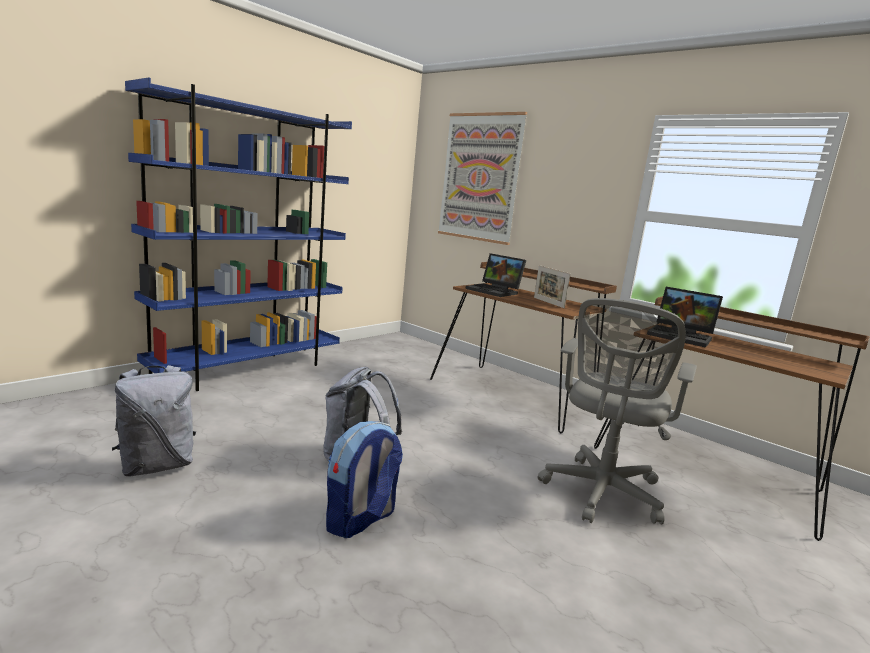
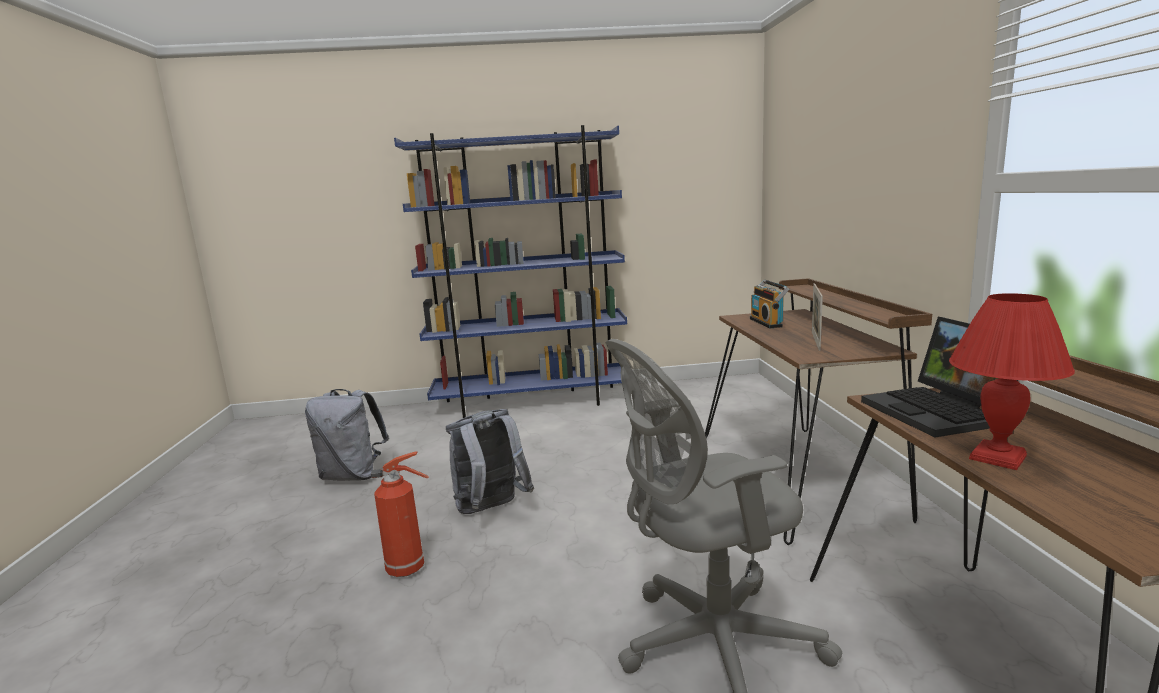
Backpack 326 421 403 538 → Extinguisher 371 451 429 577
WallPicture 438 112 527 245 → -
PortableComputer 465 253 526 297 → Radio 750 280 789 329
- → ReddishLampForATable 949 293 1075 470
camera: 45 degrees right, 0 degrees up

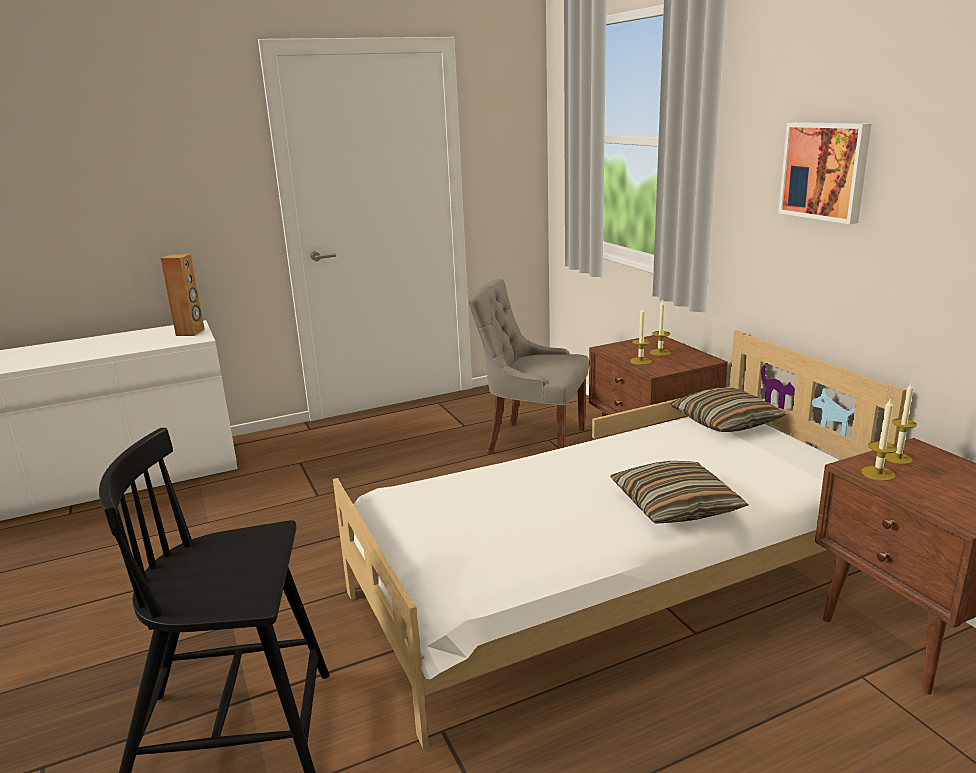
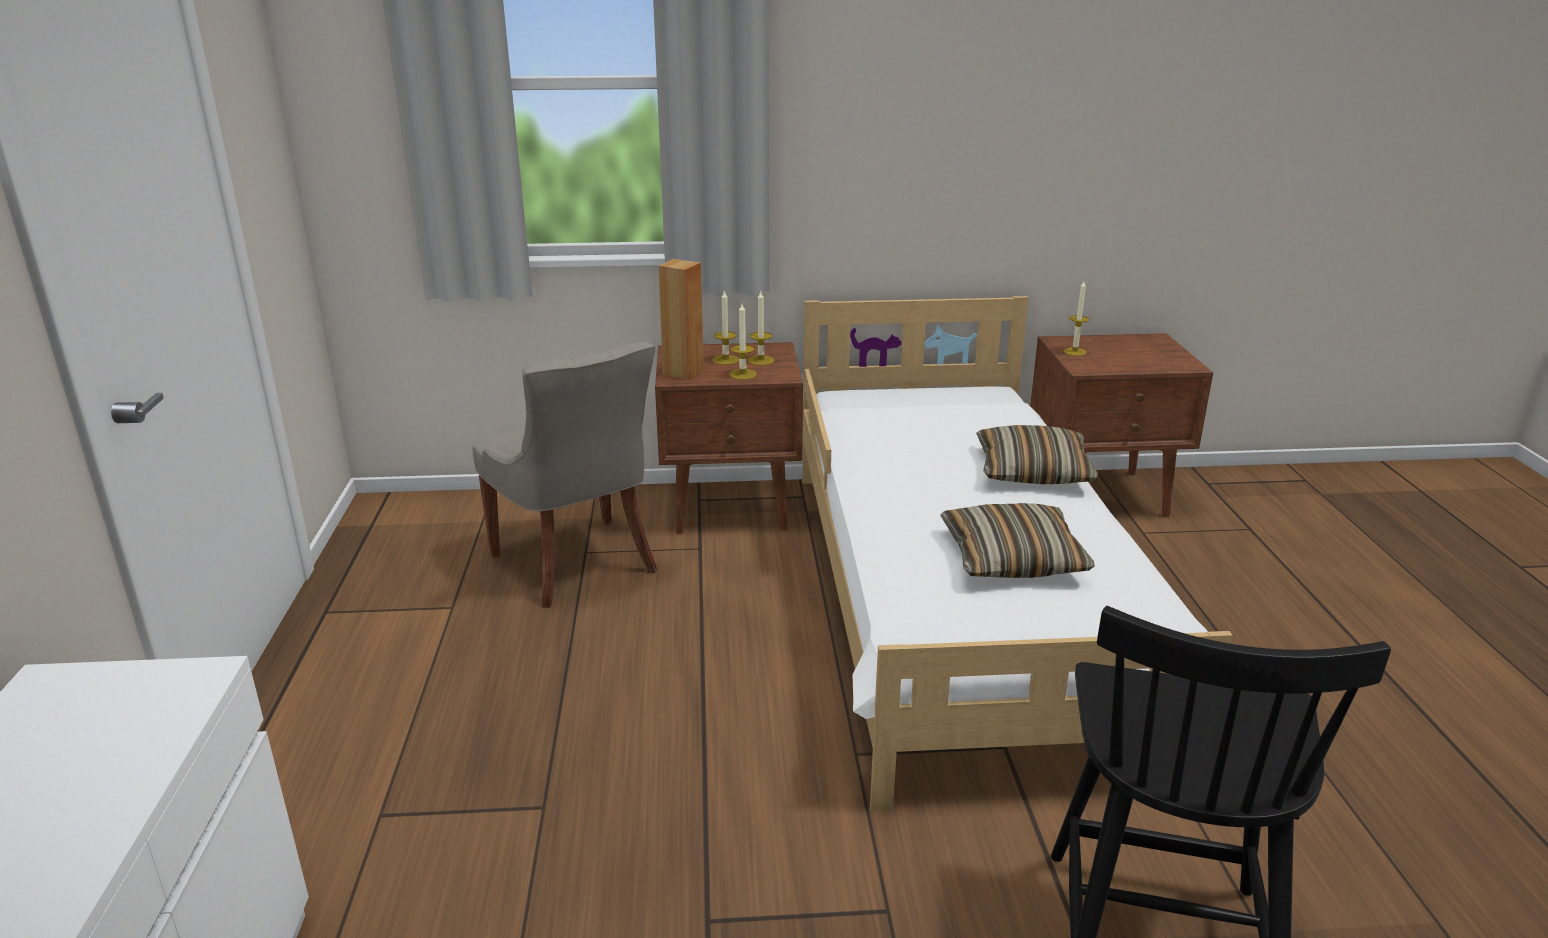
BrownAudioSpeaker 161 254 205 336 → BrownAudioSpeaker 659 259 704 380, shifted
GreyChair 468 279 589 454 → GreyChair 472 342 657 608, 75 degrees counterclockwise
Cushion 670 388 787 432 → Cushion 940 503 1095 578, shifted
WallPicture 778 122 871 224 → -
WaxCandle 862 397 897 481 → WaxCandle 748 292 774 365, shifted
camera: 70 degrees left, 5 degrees up

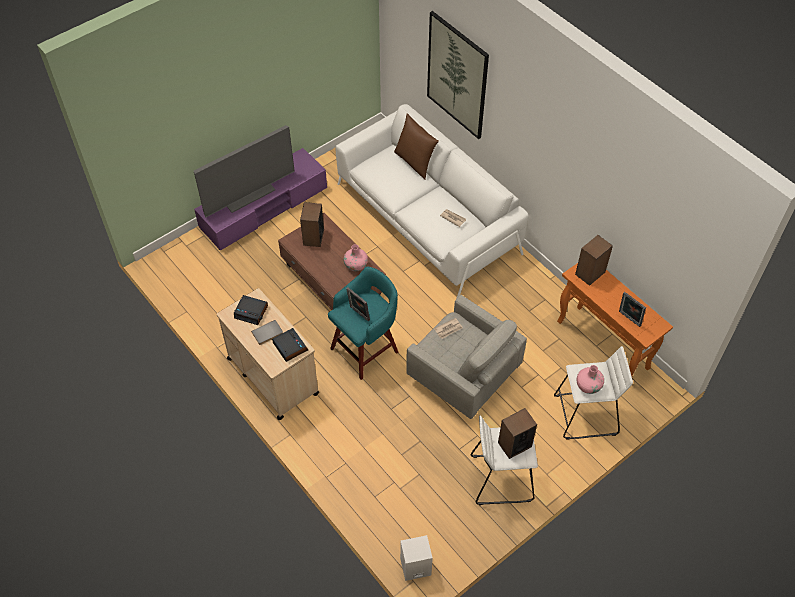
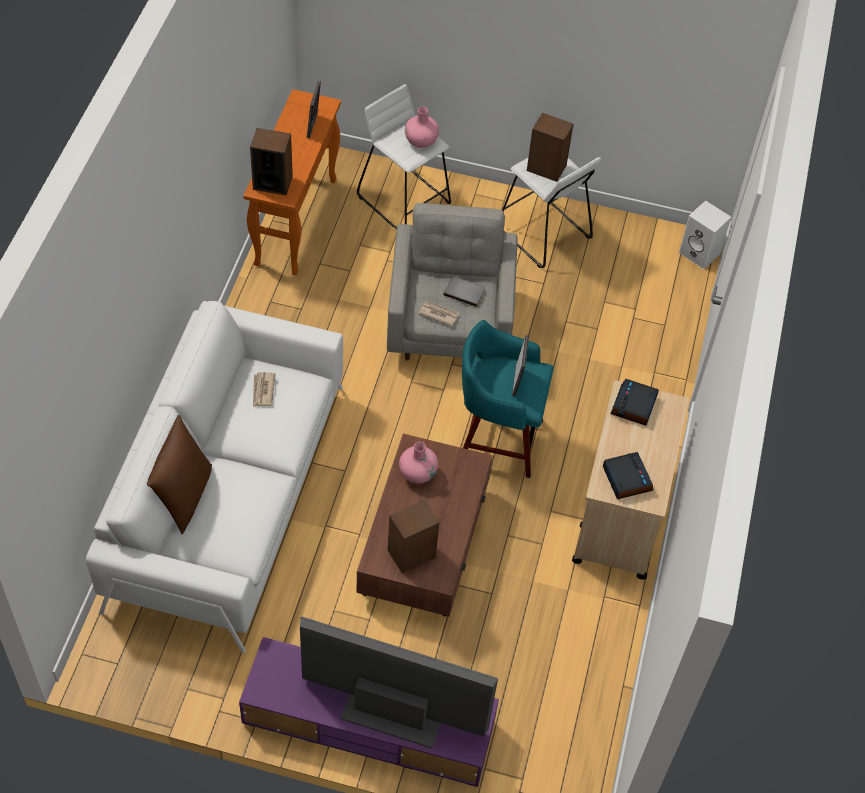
GreyBook 251 320 283 345 → GreyBook 443 276 486 307, shifted
WallPicture 427 11 489 139 → -
camera: 130 degrees left, 0 degrees up

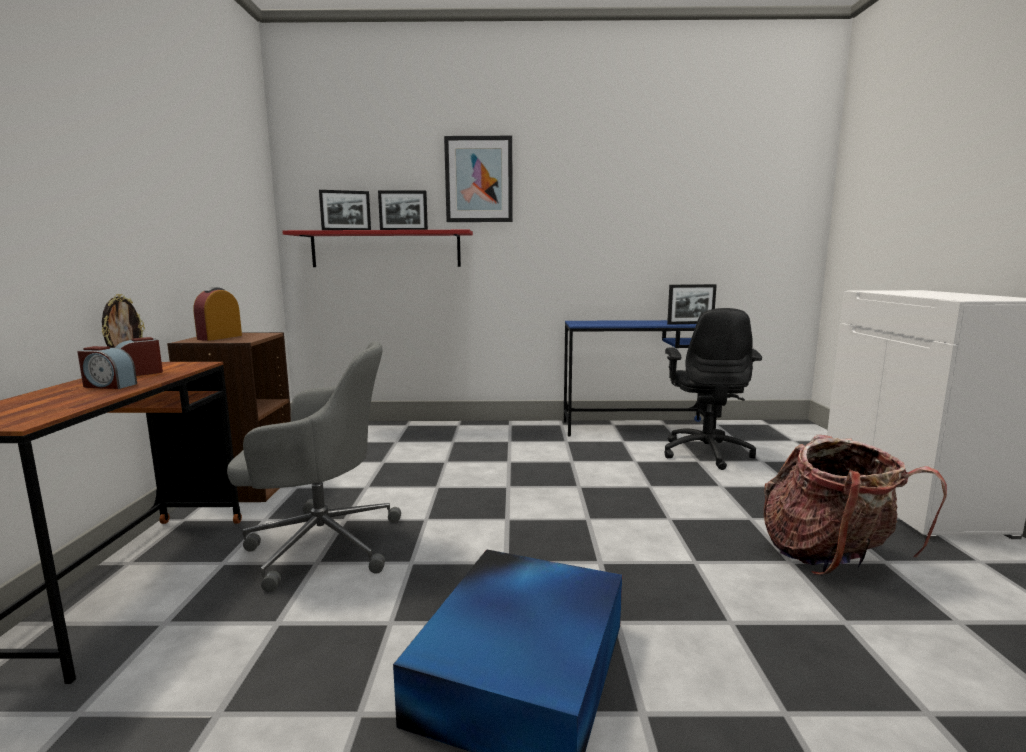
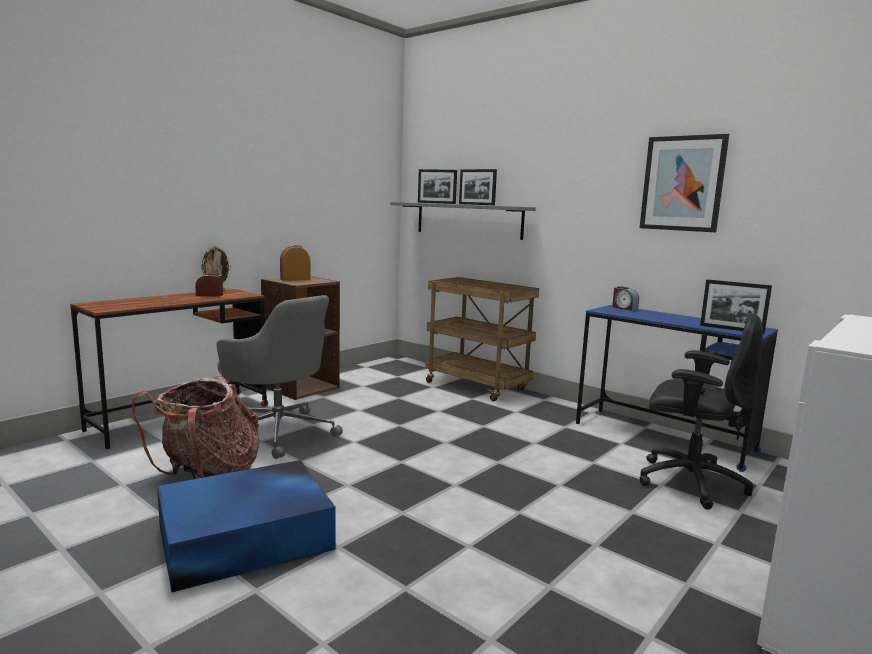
BedsideClock 77 346 137 389 → BedsideClock 612 286 639 311, shifted
ReddishShelf 282 230 473 267 → GreyShelf 390 202 536 240
WallPicture 444 136 513 222 → WallPicture 640 134 729 232, shifted
BlackColouredOfficeChair 664 308 762 470 → BlackColouredOfficeChair 640 314 763 510, 105 degrees counterclockwise
Backpack 764 435 947 576 → Backpack 132 376 259 479, shifted
- → BrownTrolley 425 277 539 401
camera: 40 degrees right, 0 degrees up

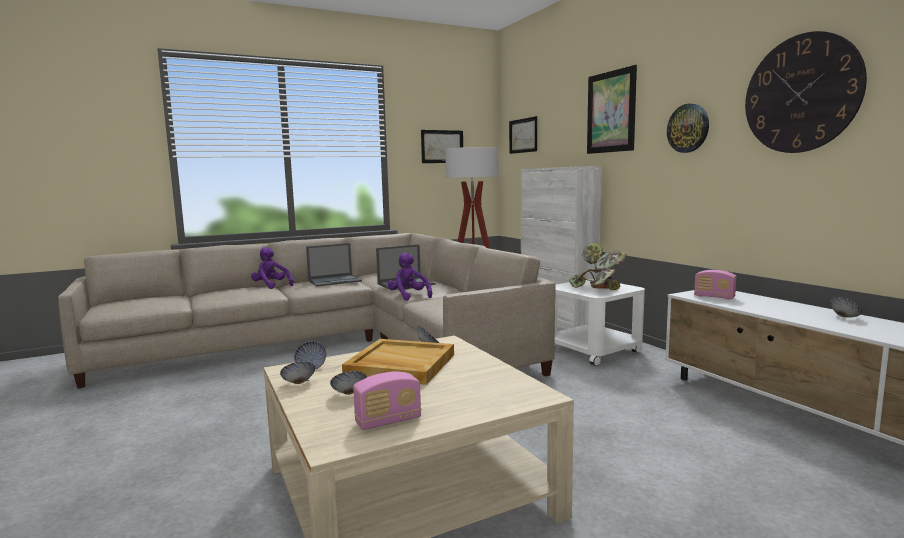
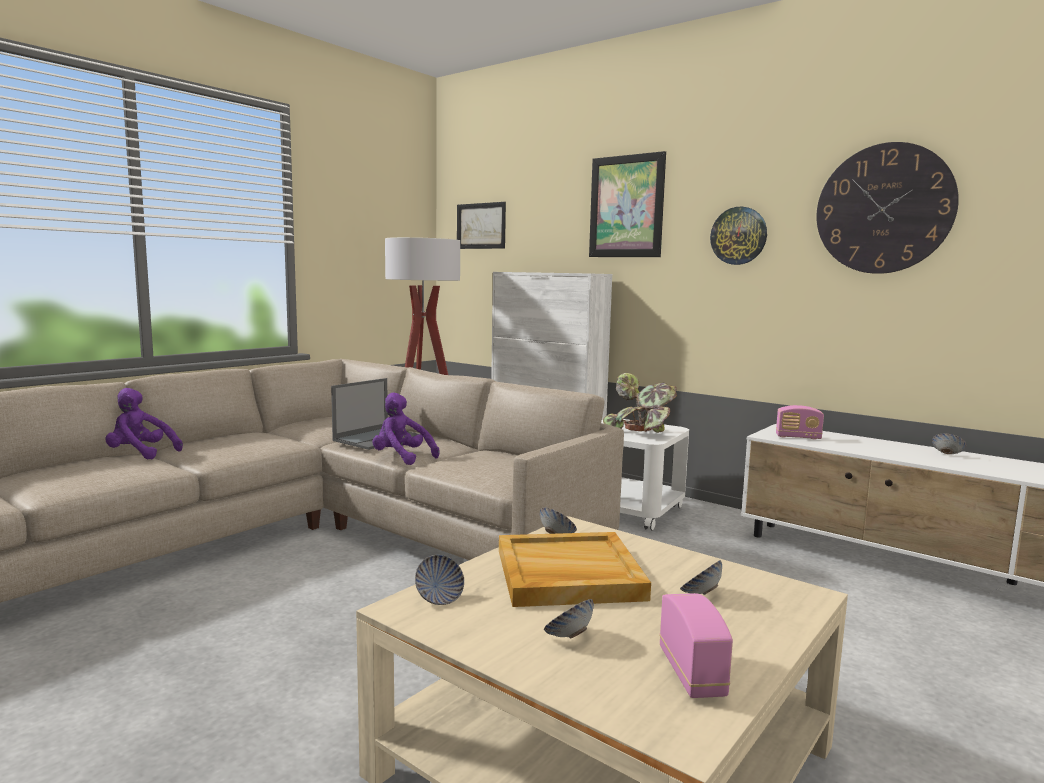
ServingBowl 280 361 315 384 → ServingBowl 680 560 722 595, shifted
PortableComputer 306 243 362 287 → -
Radio 353 372 421 430 → Radio 659 593 733 698, 45 degrees counterclockwise
WallPicture 421 130 463 163 → -
camera: 25 degrees left, 0 degrees up

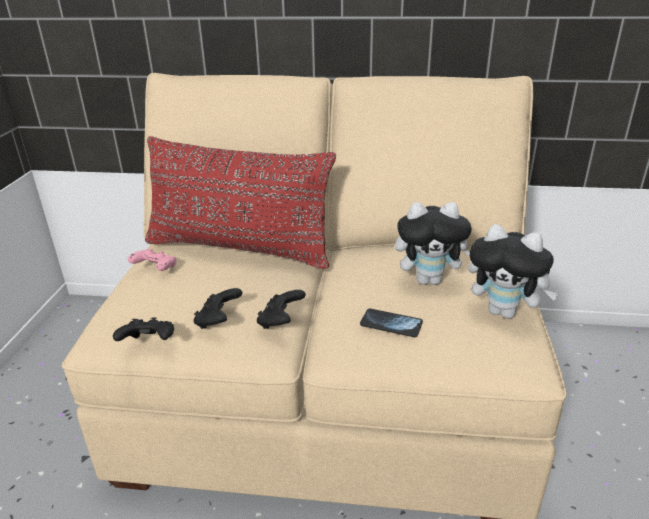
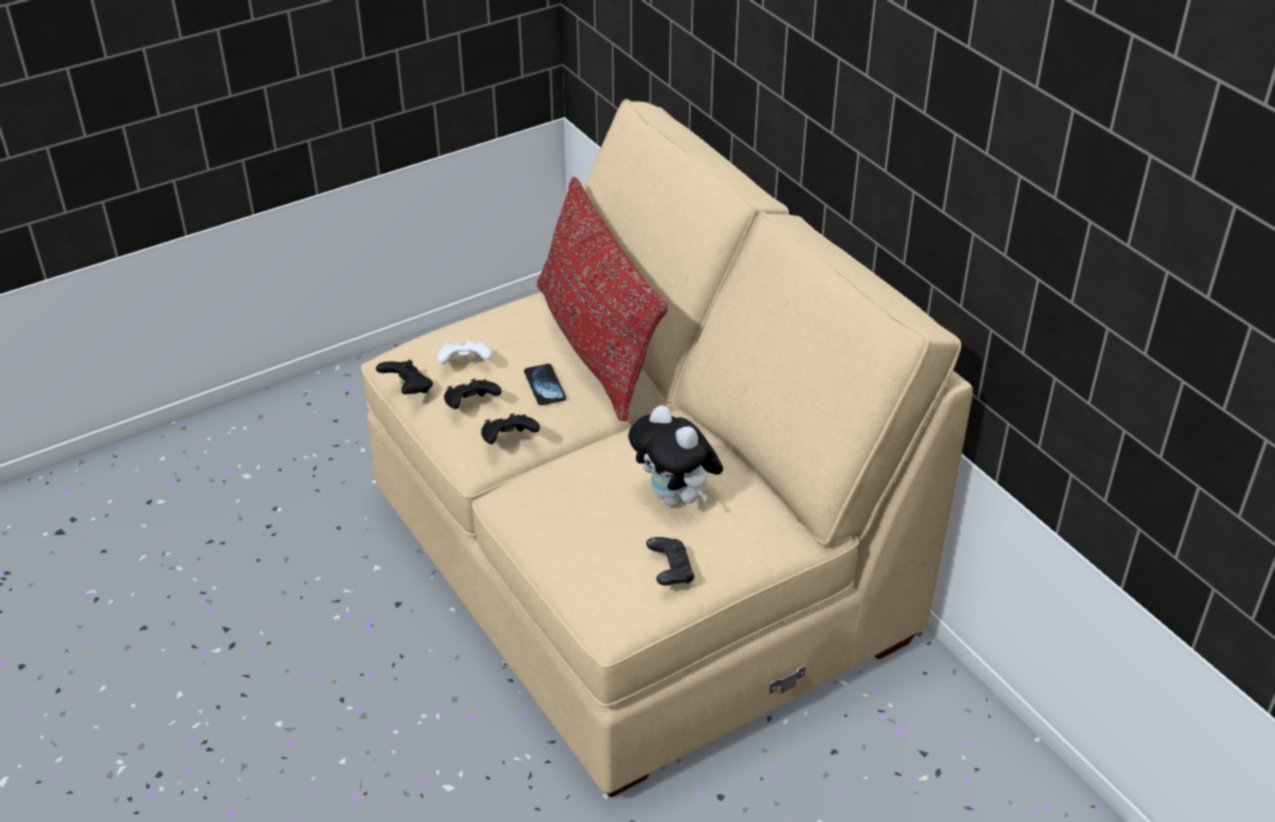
PinkColouredGameController 128 248 177 271 → -
Telephone 360 308 423 337 → Telephone 524 364 566 405, shifted
SoftToy 468 224 560 319 → BlackColouredGameController 646 537 695 586
- → WhiteGameController 437 340 492 364
camera: 50 degrees right, 10 degrees up

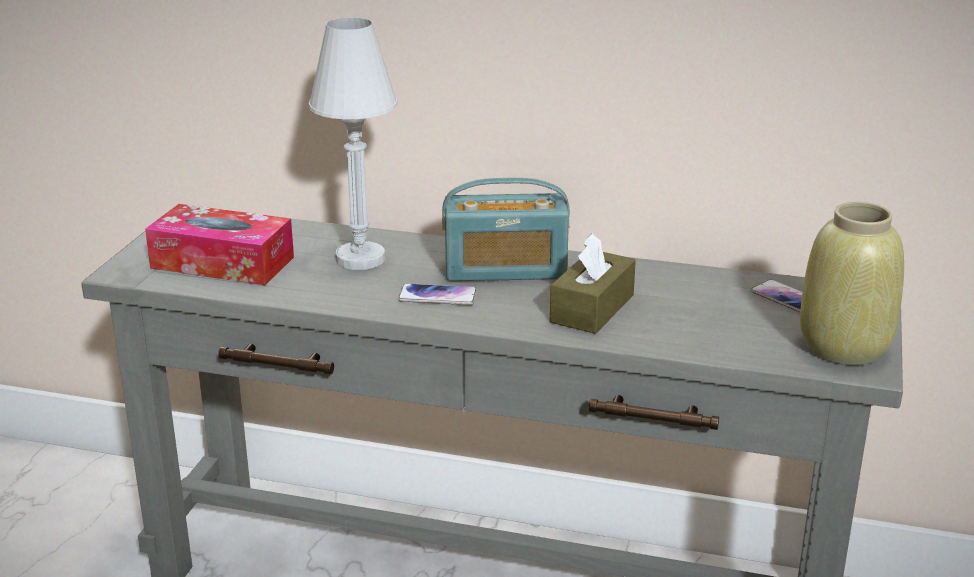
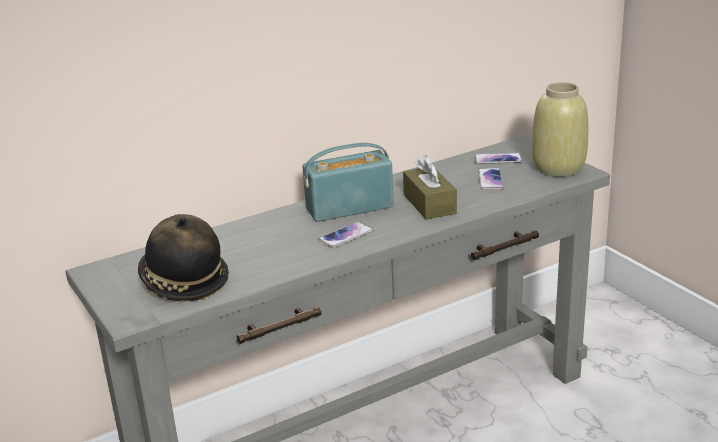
BoxOfTissues 145 204 294 285 → WearableHat 138 214 229 302
WhiteLampForATable 308 18 398 270 → -
Radio 442 178 570 281 → Radio 302 143 394 222, 150 degrees counterclockwise
- → Telephone 478 168 504 190
camera: 45 degrees left, 0 degrees up

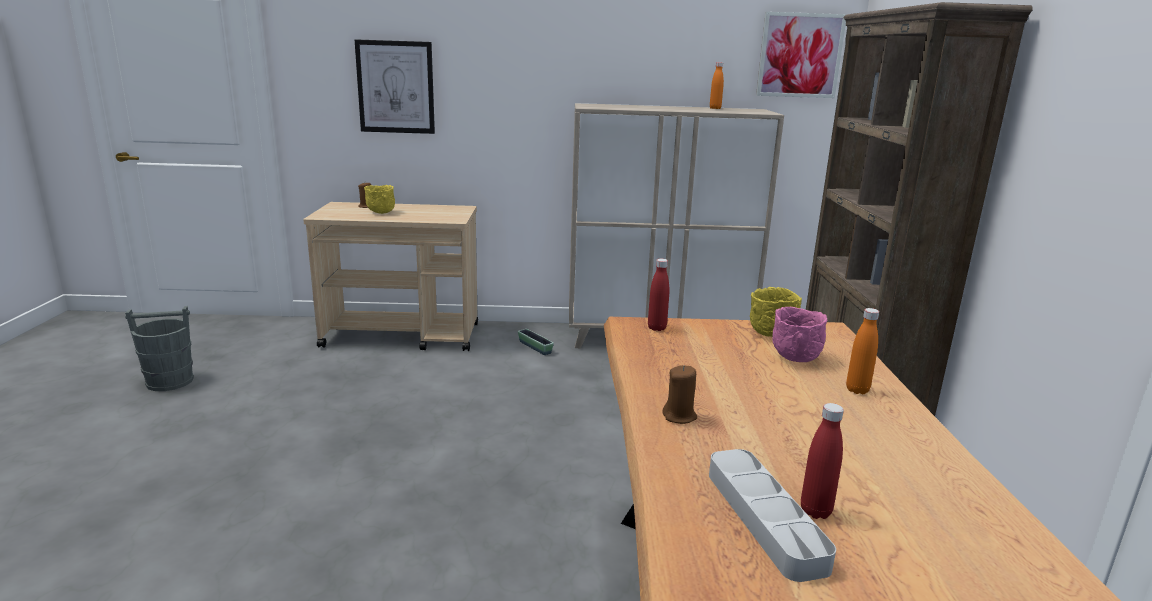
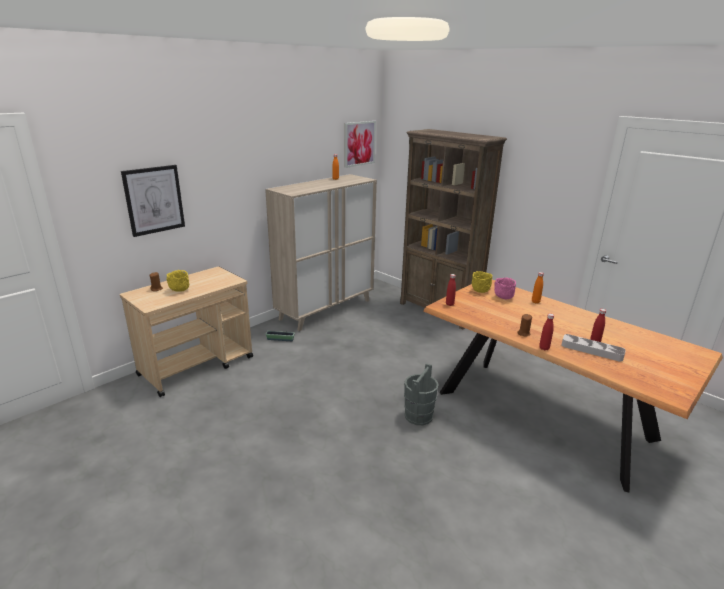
GreyBucket 125 306 194 391 → GreyBucket 404 363 439 425, shifted
- → ReddishDrinkBottle 539 314 554 350
camera: 45 degrees left, 5 degrees up

